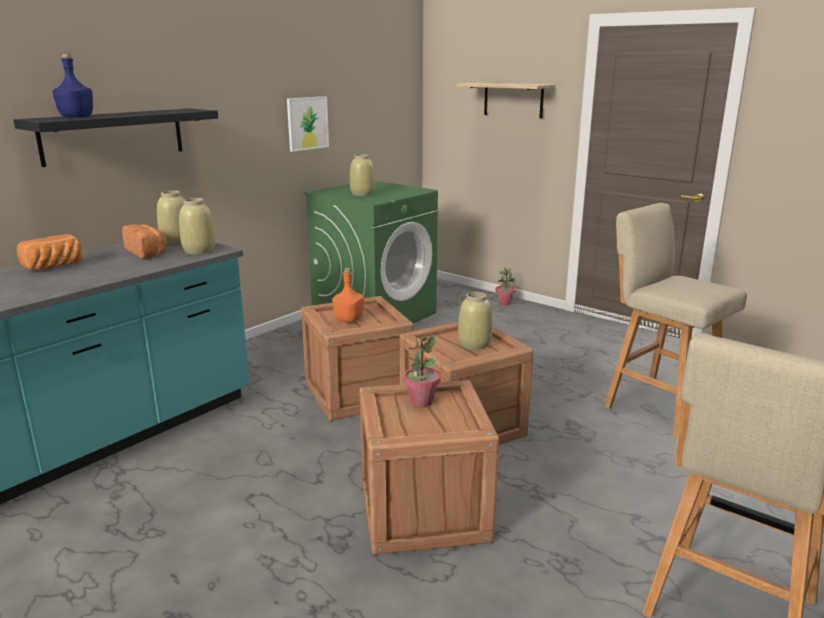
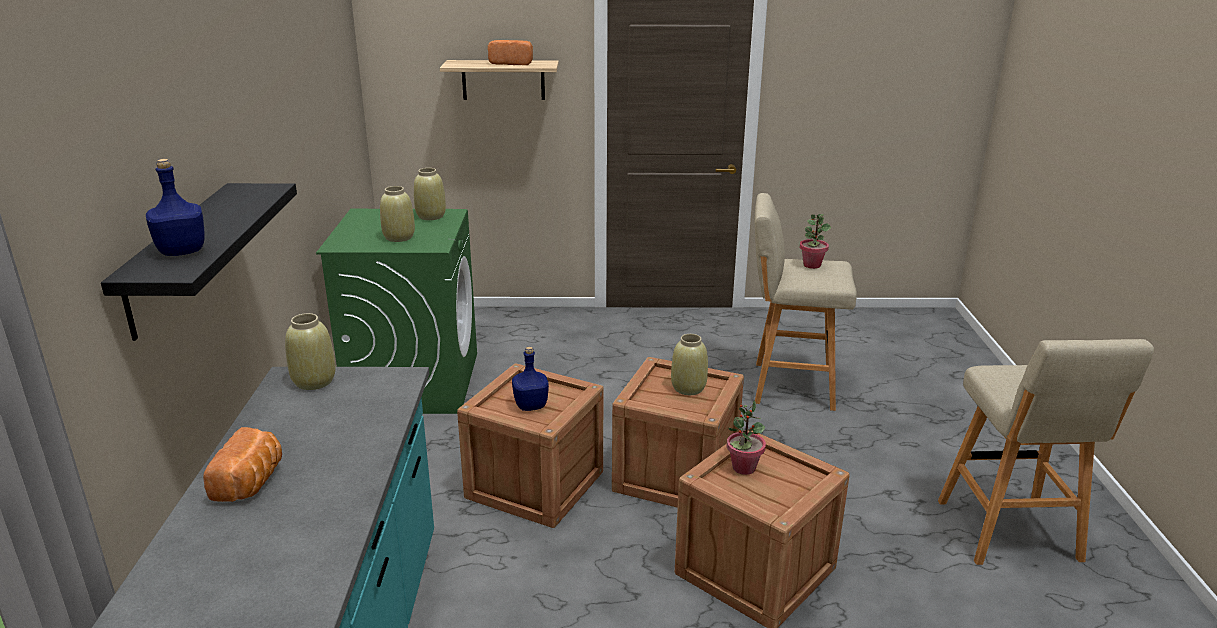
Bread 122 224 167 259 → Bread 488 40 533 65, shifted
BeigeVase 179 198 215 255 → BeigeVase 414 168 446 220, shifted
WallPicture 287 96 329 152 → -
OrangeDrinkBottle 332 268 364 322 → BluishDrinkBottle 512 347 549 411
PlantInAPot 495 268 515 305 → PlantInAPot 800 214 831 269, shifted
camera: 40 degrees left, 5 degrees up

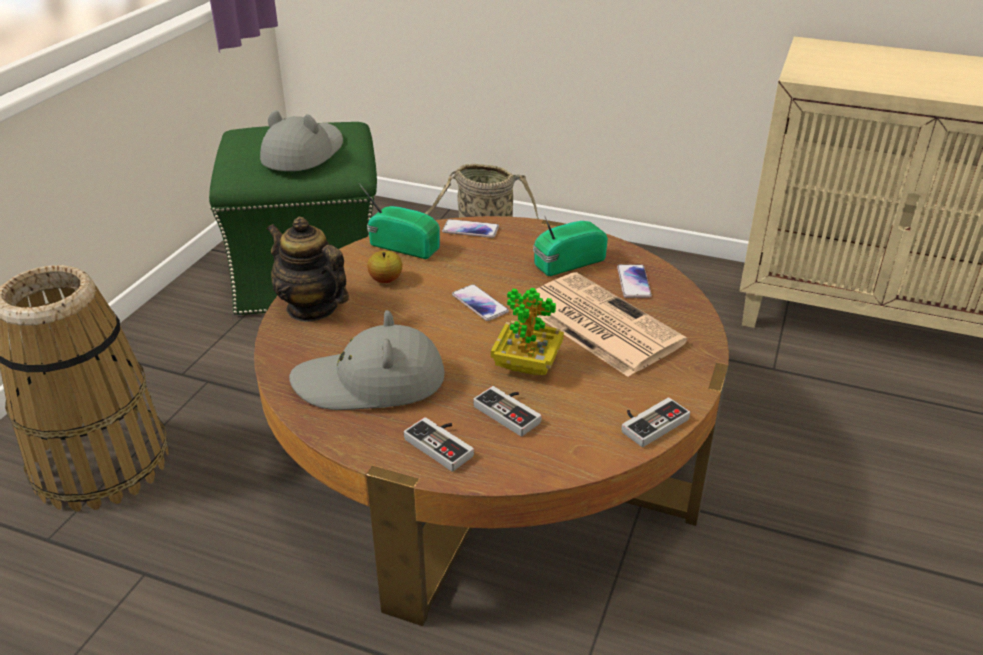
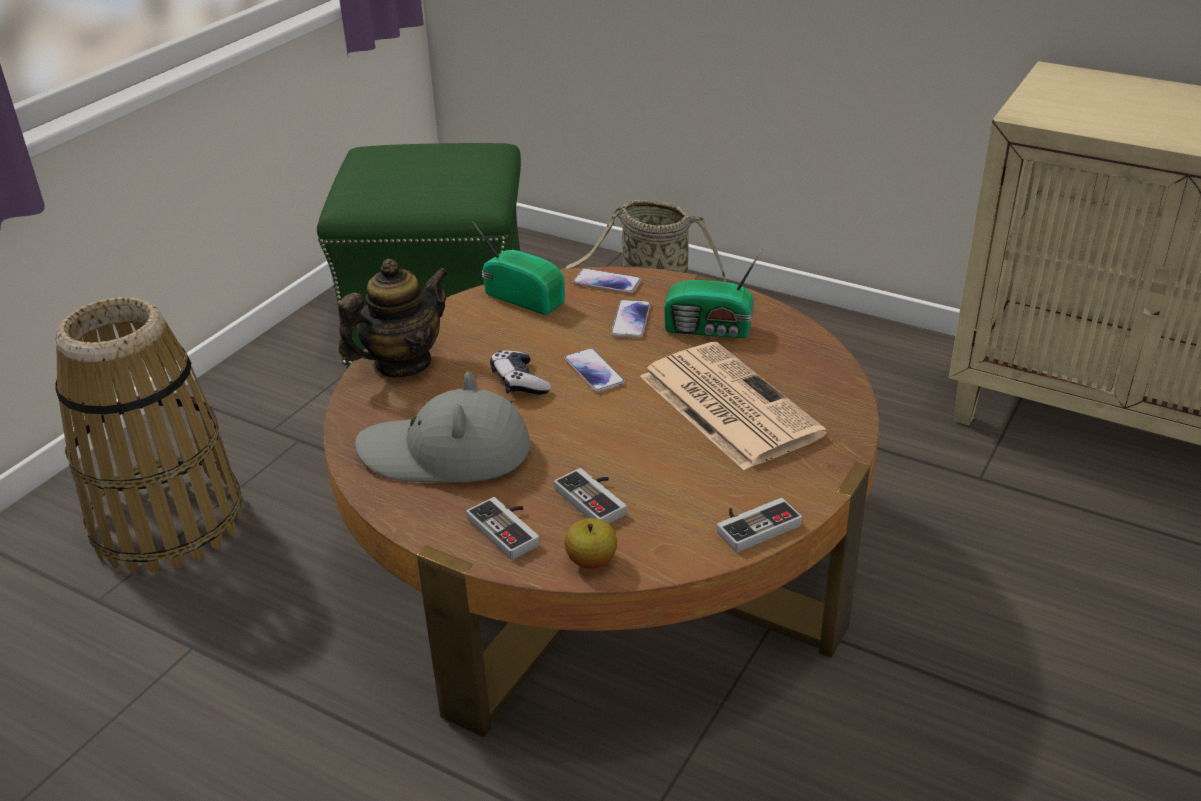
GreyWearableHat 260 111 343 171 → -
PotForTea 267 217 349 322 → PotForTea 338 259 449 377, 90 degrees clockwise
AppleFruit 367 251 402 283 → AppleFruit 564 518 617 569, shifted
PlantInAPot 491 288 564 375 → -
Radio 533 217 608 276 → Radio 664 249 762 339, 150 degrees counterclockwise
Telephone 617 264 652 298 → Telephone 611 300 650 338, shifted
- → GameController 490 350 551 395
camera: 10 degrees right, 0 degrees up

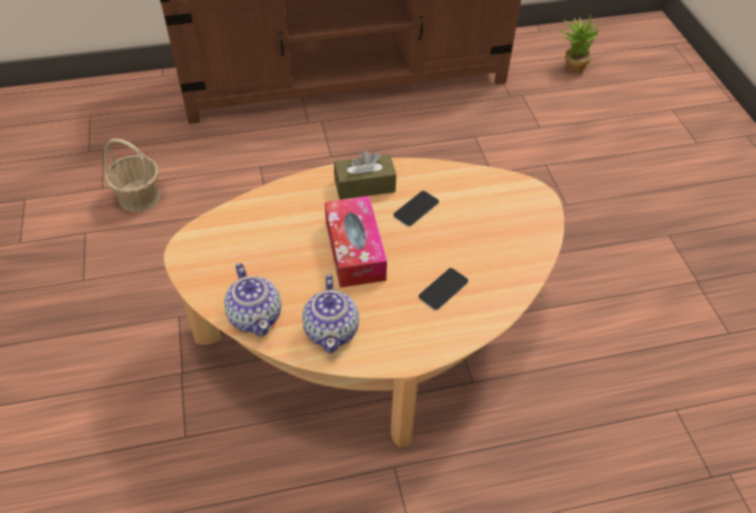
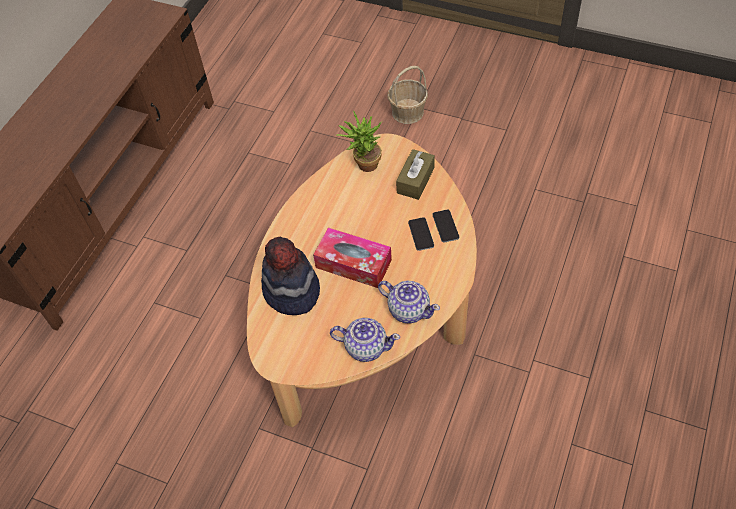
Basket 104 139 160 212 → Basket 388 66 428 124, shifted
BrownBoxOfTissues 334 151 396 200 → BrownBoxOfTissues 396 149 435 200, shifted
Telephone 393 191 439 226 → Telephone 432 209 459 243, shifted
PlantInAPot 560 13 599 74 → PlantInAPot 336 111 382 172, shifted
- → WearableHat 261 237 320 315
camera: 50 degrees left, 5 degrees up

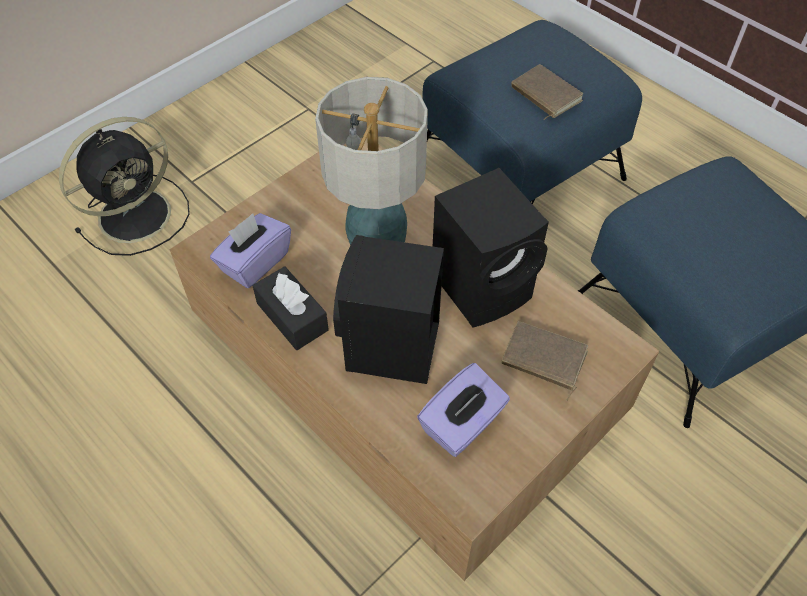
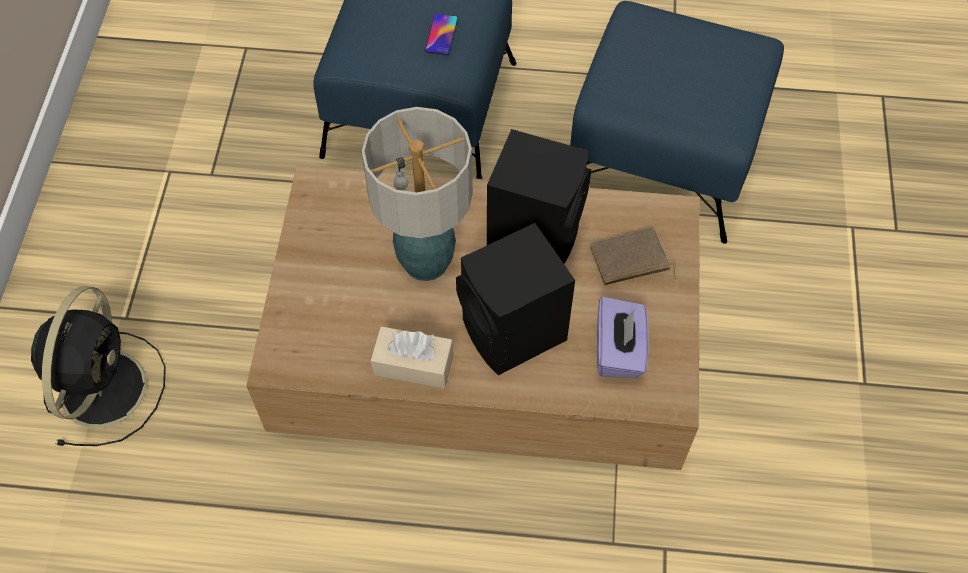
PurpleColouredBoxOfTissues 210 213 291 288 → -
BlackColouredBoxOfTissues 253 266 329 350 → BeigeBoxOfTissues 370 326 453 388
BrownBook 511 64 583 120 → Telephone 425 14 458 55
camera: 40 degrees left, 5 degrees up

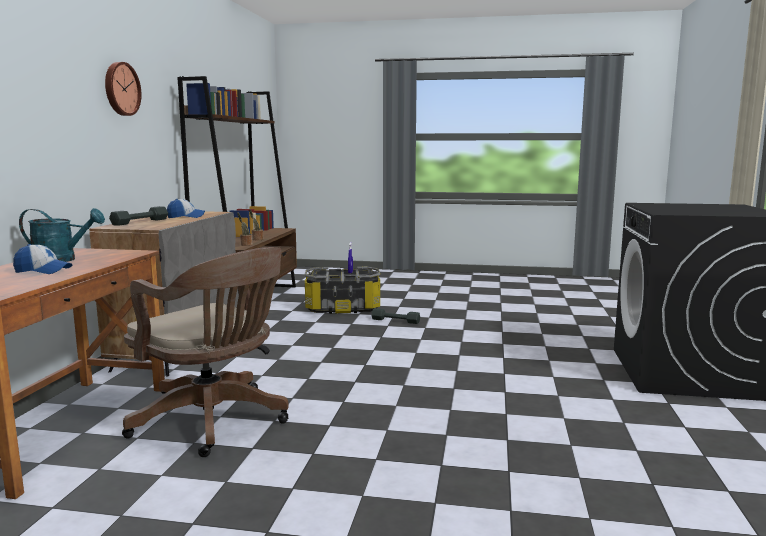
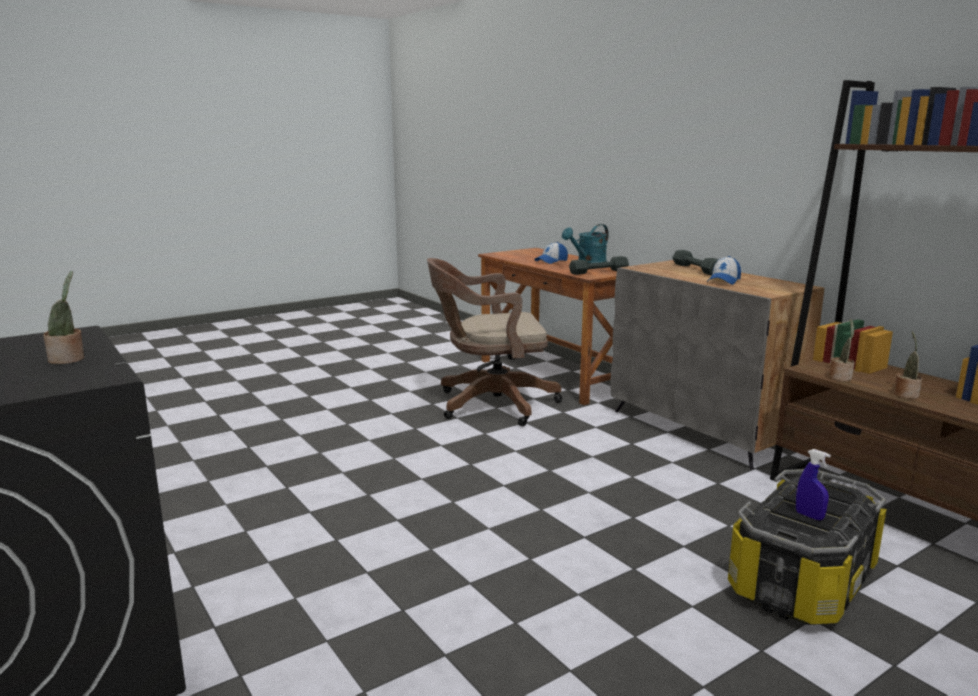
WallClock 105 62 142 116 → -
GreyFreeWeight 371 308 420 324 → GreyFreeWeight 569 256 629 275, shifted
- → PlantInAPot 43 271 84 364
camera: 135 degrees right, 5 degrees up

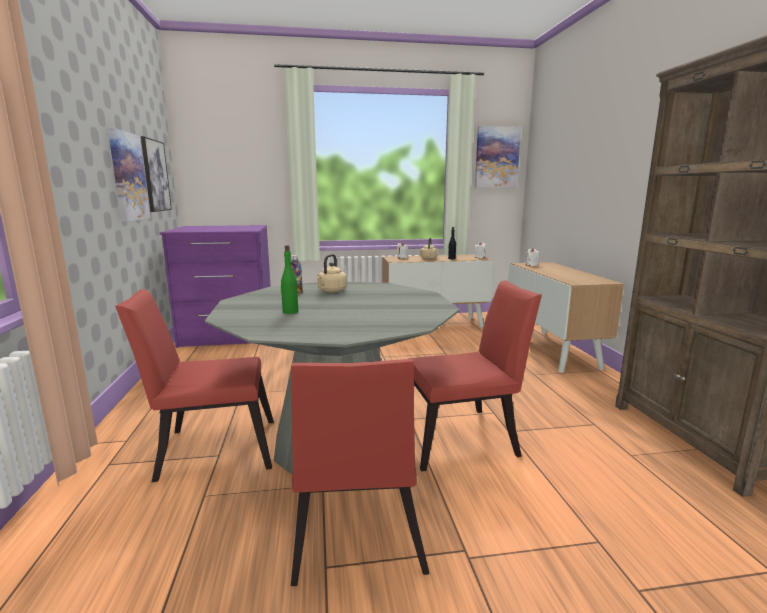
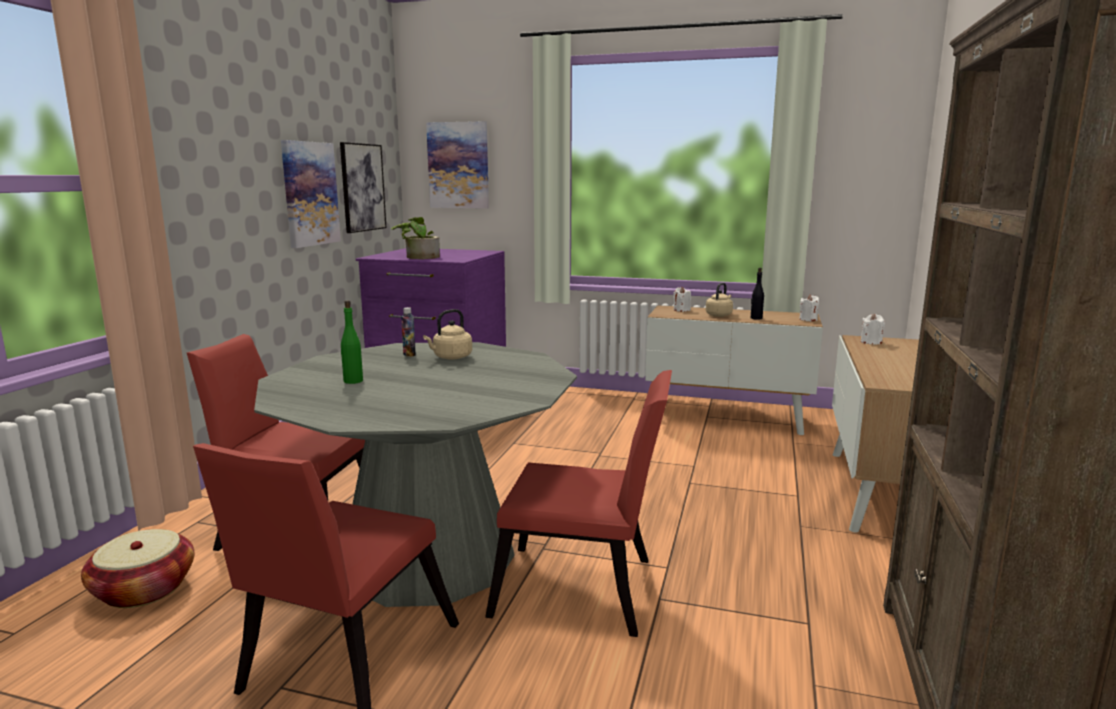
WallPicture 475 126 521 187 → WallPicture 426 121 489 209, shifted
- → Basket 81 529 194 608
- → PlantInAPot 391 217 440 259
camera: 25 degrees right, 0 degrees up

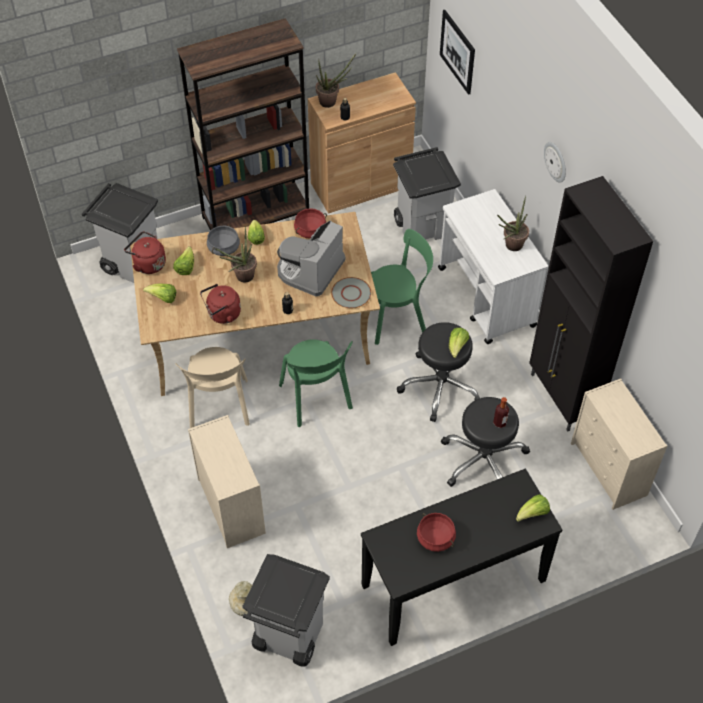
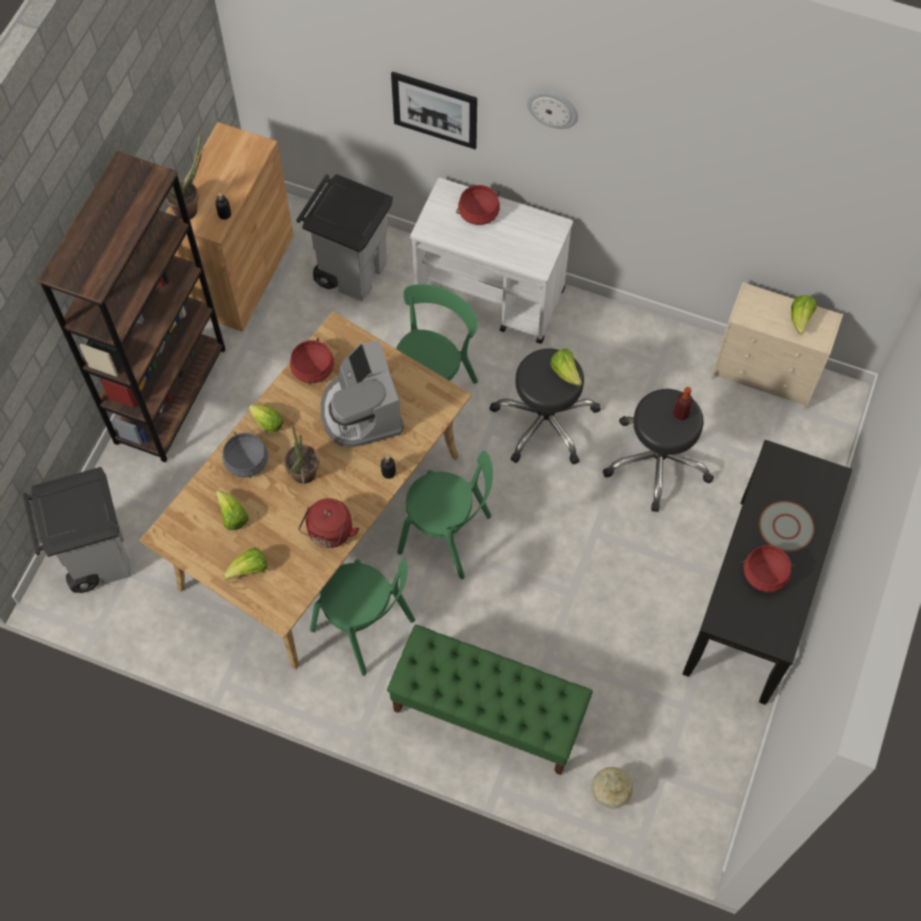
ReddishKettle 124 231 166 274 → -
BeigeChair 175 347 250 428 → GreenishChair 310 559 415 676
BeigeDresser 188 415 266 548 → GreenishIndoorBench 387 624 593 775
GreyRubbishBin 242 554 330 667 → -
GreyFlatDish 331 277 371 308 → GreyFlatDish 759 501 814 552, shifted
WallPicture 440 10 475 95 → WallPicture 391 71 477 149, shifted
PlantInAPot 497 195 529 251 → -
LettuceHead 516 494 550 522 → LettuceHead 791 295 816 335, shifted
BlackColouredCupboard 529 176 653 431 → -
- → ReddishSaucepot 456 185 500 225
camera: 45 degrees left, 10 degrees up

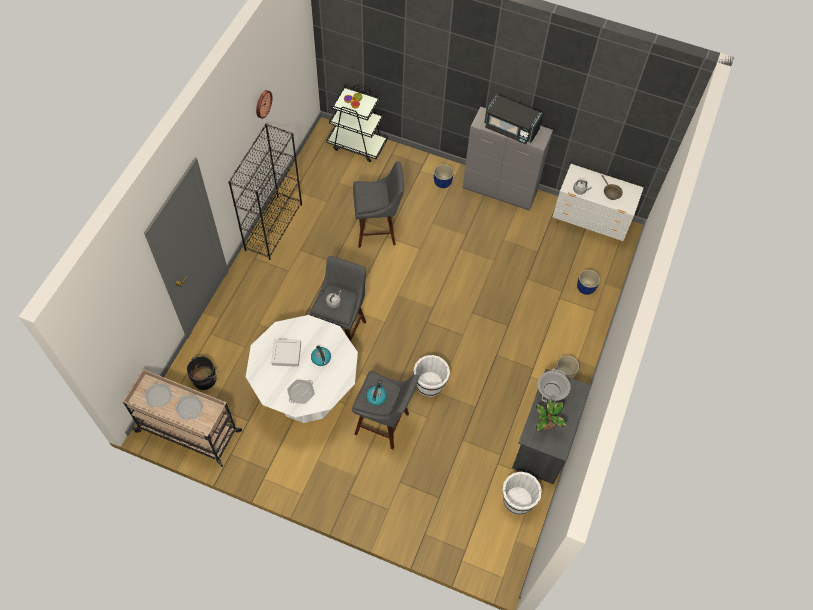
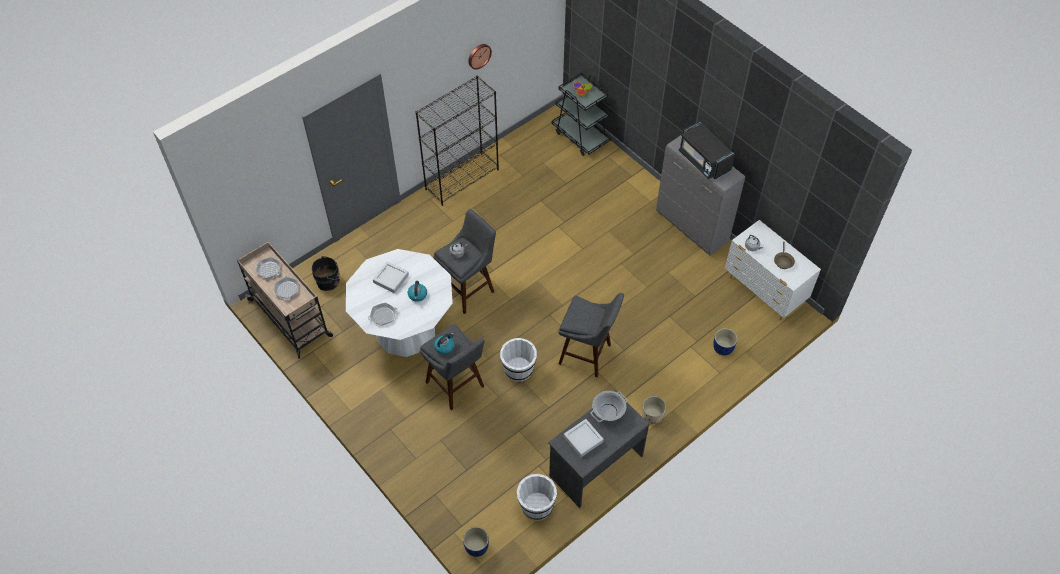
GreyStoolSeat 353 161 404 248 → GreyStoolSeat 558 293 624 377, shifted
BluishPlanter 434 164 454 188 → BluishPlanter 463 527 489 557, shifted
PlantInAPot 536 399 566 432 → GreyTray 564 419 604 457
camera: 30 degrees right, 5 degrees down

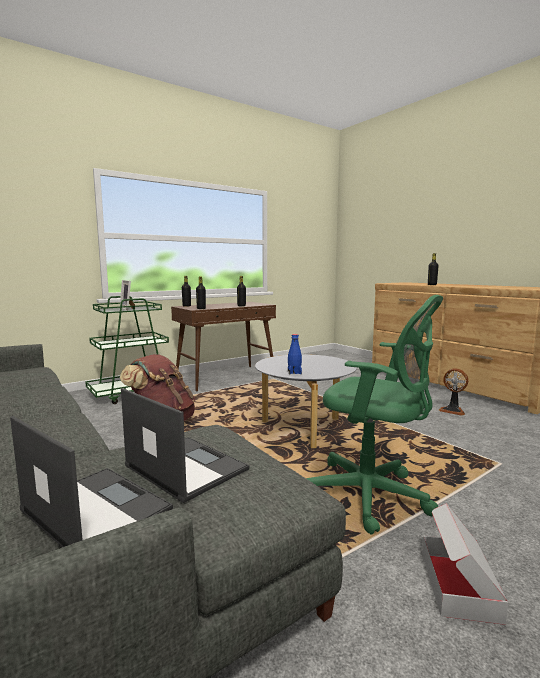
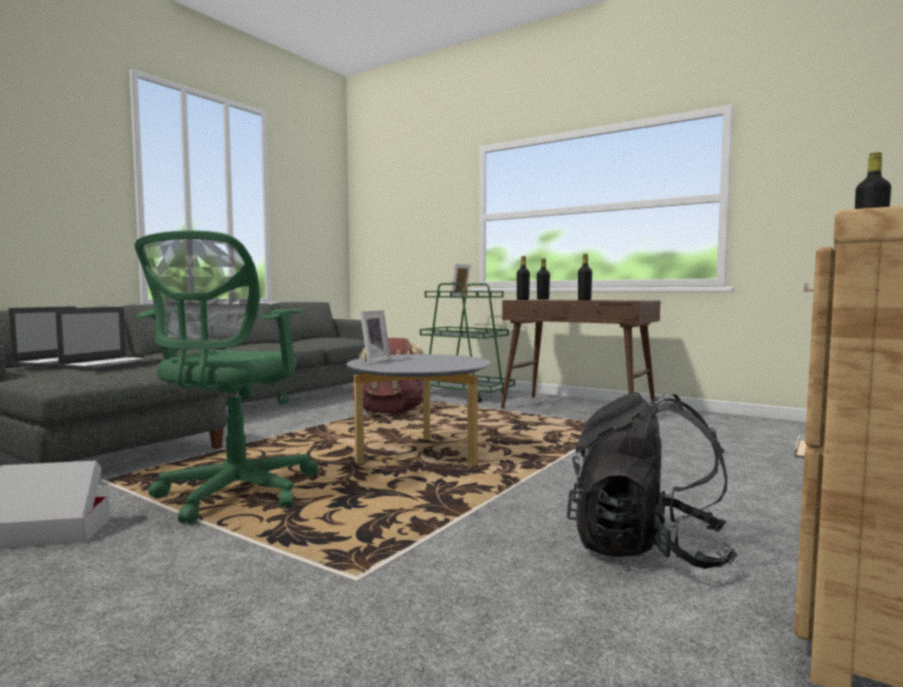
BluishDrinkBottle 288 334 302 374 → StandingFrame 360 310 391 364
CoolingFan 438 368 468 416 → BlackColouredBackpack 567 392 738 569
camera: 70 degrees right, 5 degrees down

